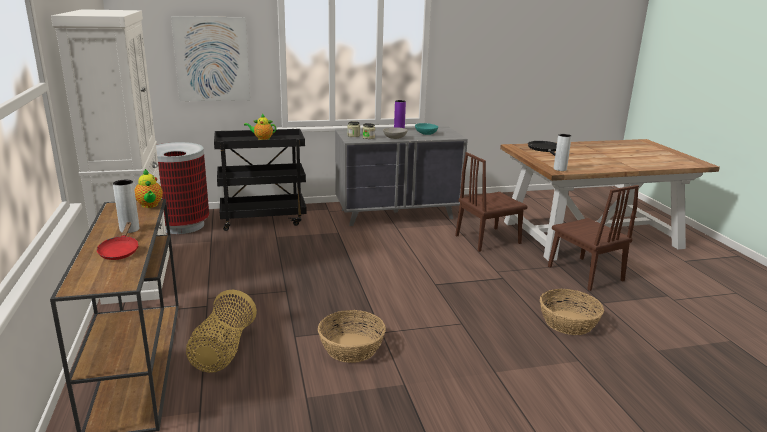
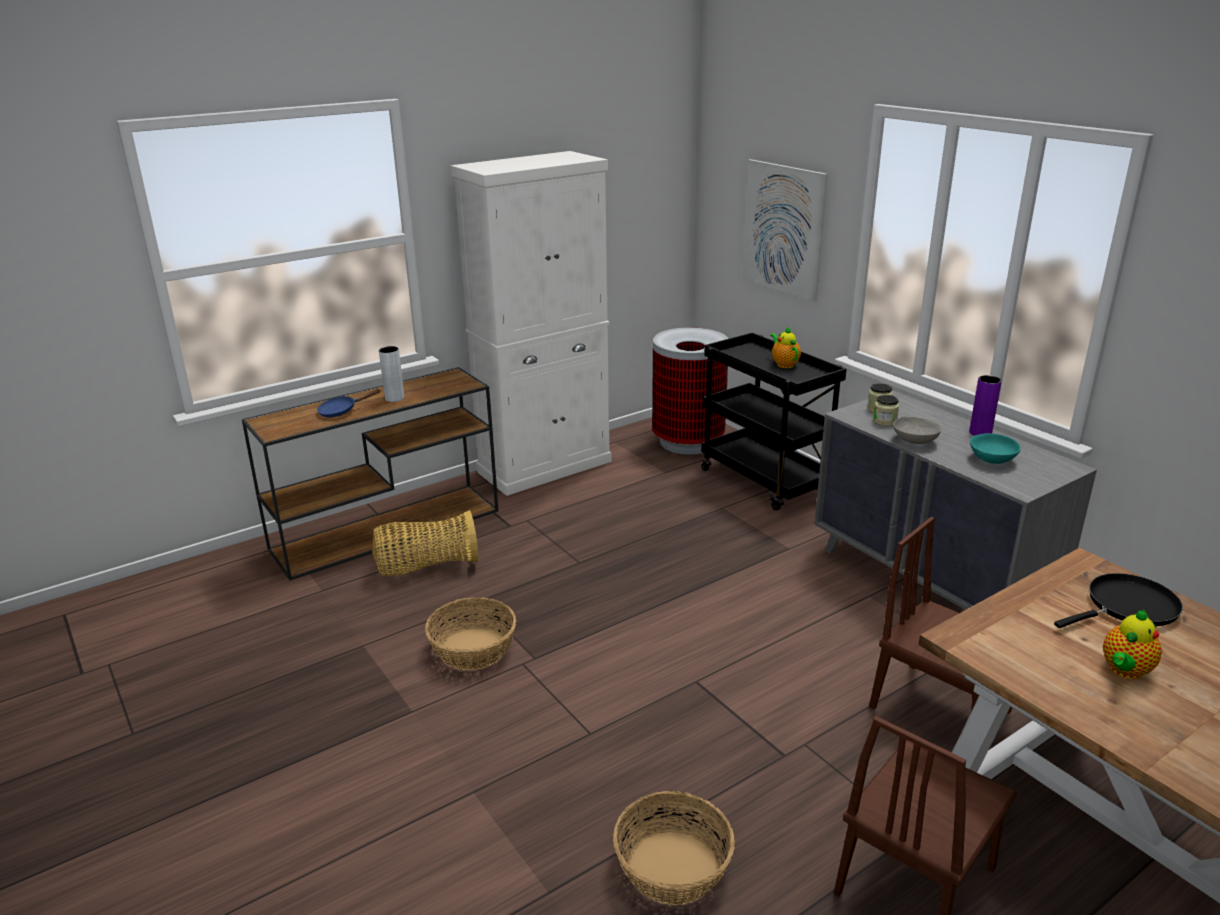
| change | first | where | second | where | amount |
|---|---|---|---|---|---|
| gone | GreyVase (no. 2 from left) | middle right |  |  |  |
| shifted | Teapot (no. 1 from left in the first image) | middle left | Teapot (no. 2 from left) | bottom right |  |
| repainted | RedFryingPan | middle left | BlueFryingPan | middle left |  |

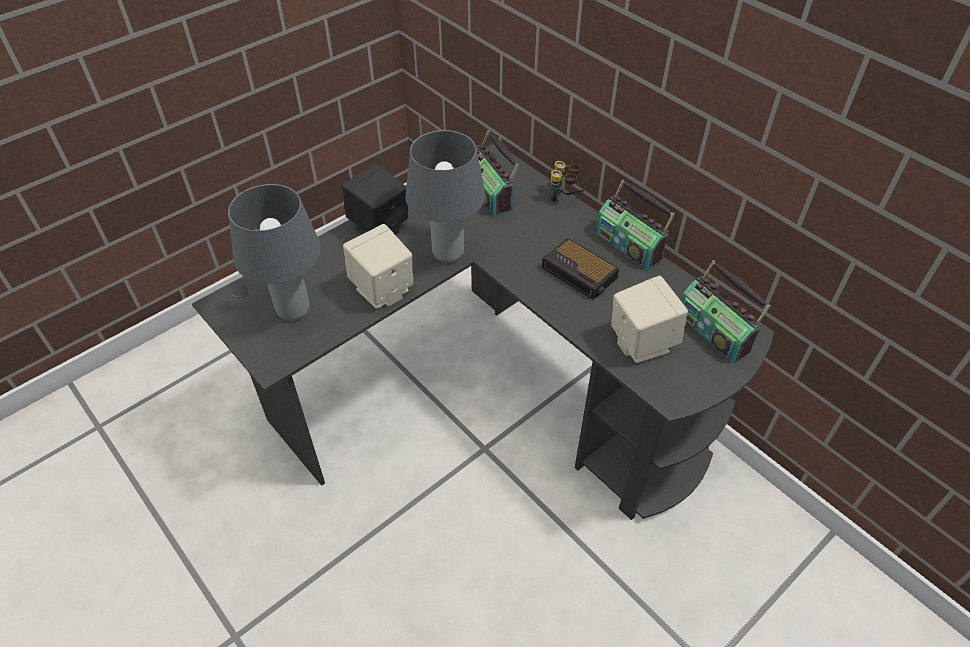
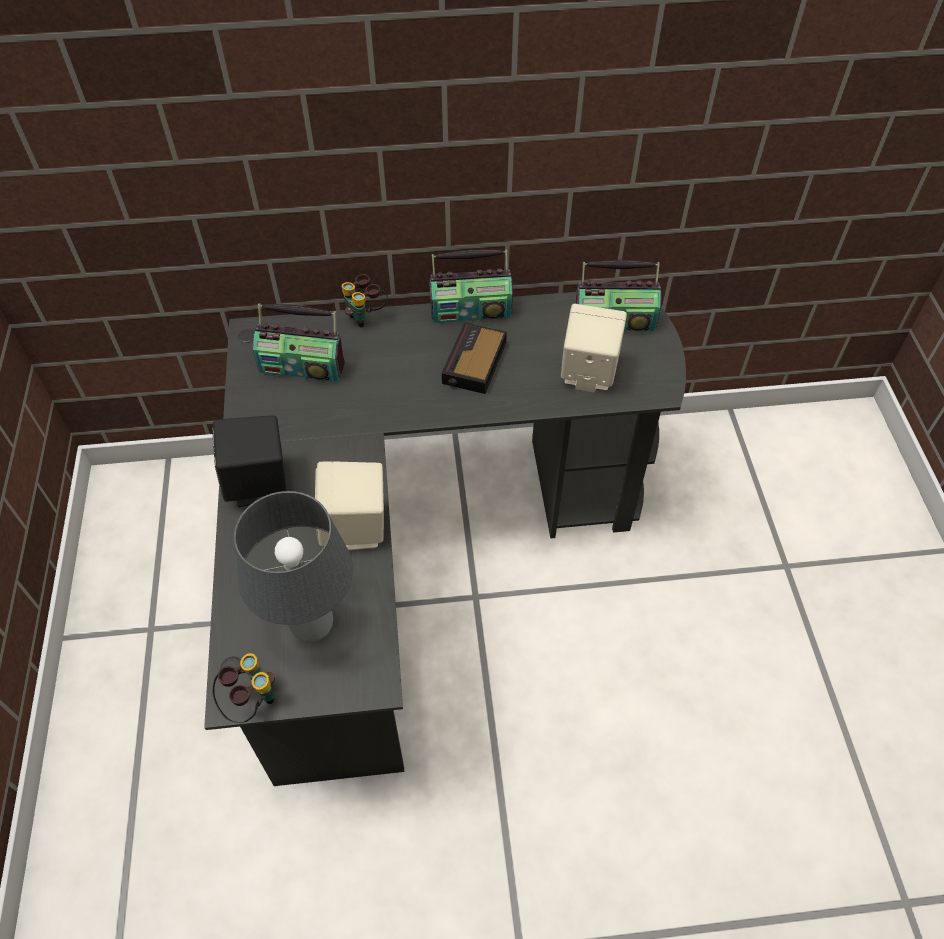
| change | first | where | second | where | amount |
|---|---|---|---|---|---|
| gone | GreyTableLamp (no. 2 from left) | top centre |  |  |  |
| rotated | AlarmClock | centre |  | centre | 120 degrees clockwise |
| new |  |  | Binoculars (no. 1 from left) | bottom left |  |

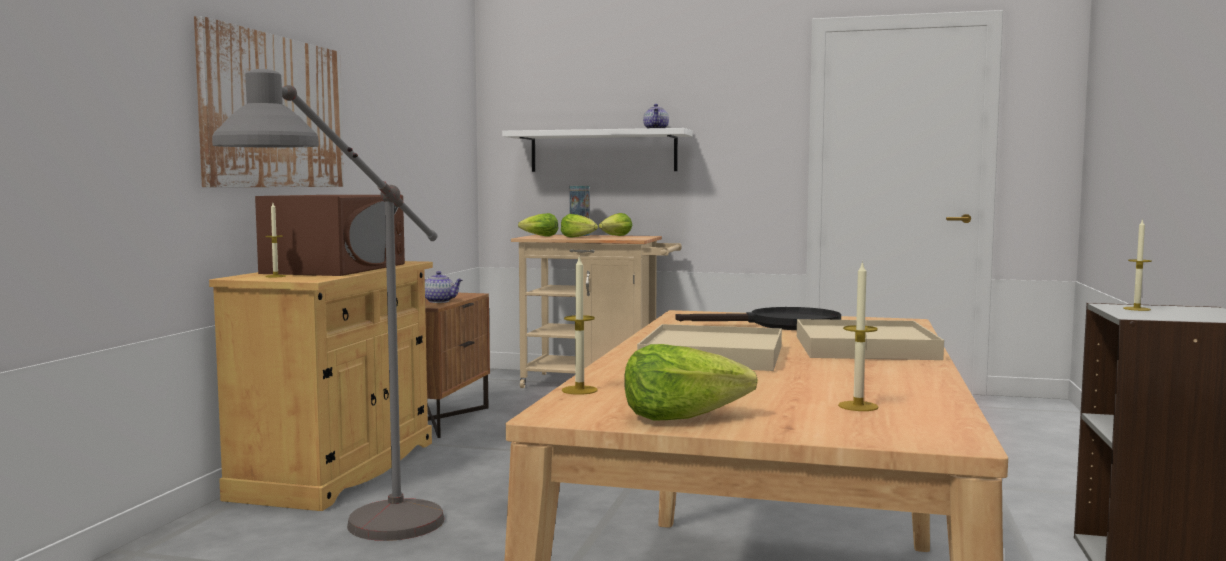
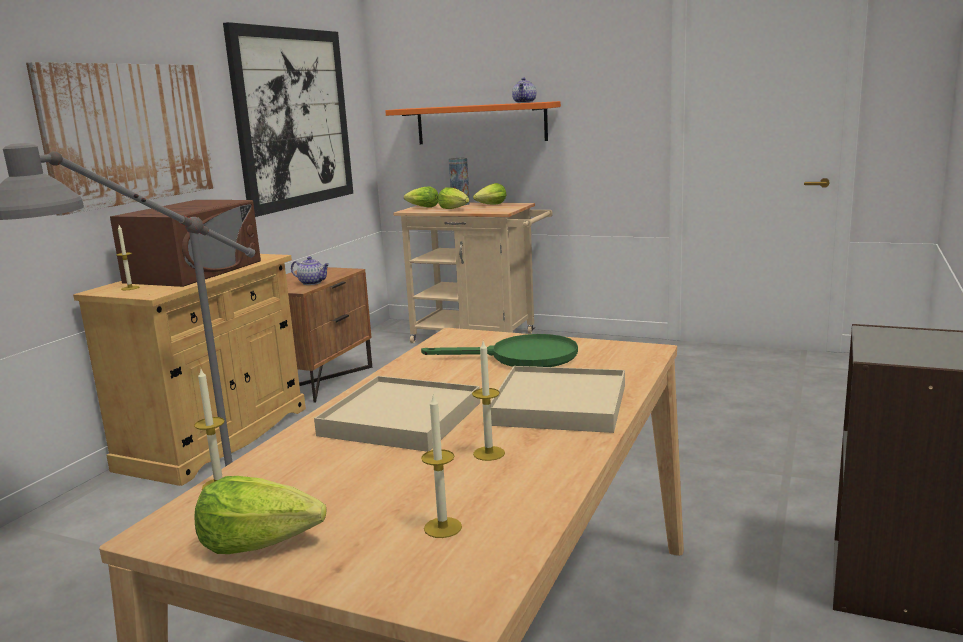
| change | first | where | second | where | amount |
|---|---|---|---|---|---|
| repainted | WhiteShelf | top centre | OrangeShelf | top centre |  |
| shifted | Candle (no. 4 from left) | middle right |  | centre |  |
| repainted | BlackFryingPan | centre | GreenFryingPan | centre |  |
| new |  |  | Picture (no. 2 from left) | top left |  |

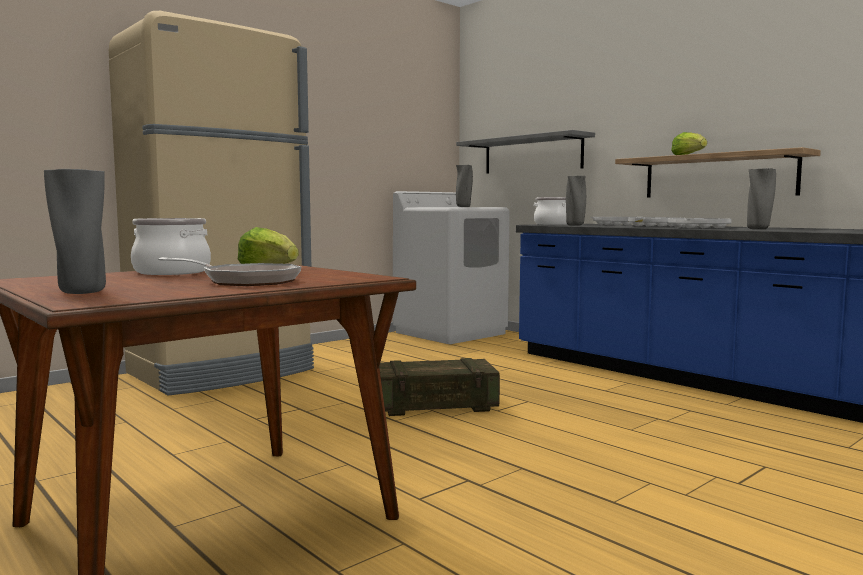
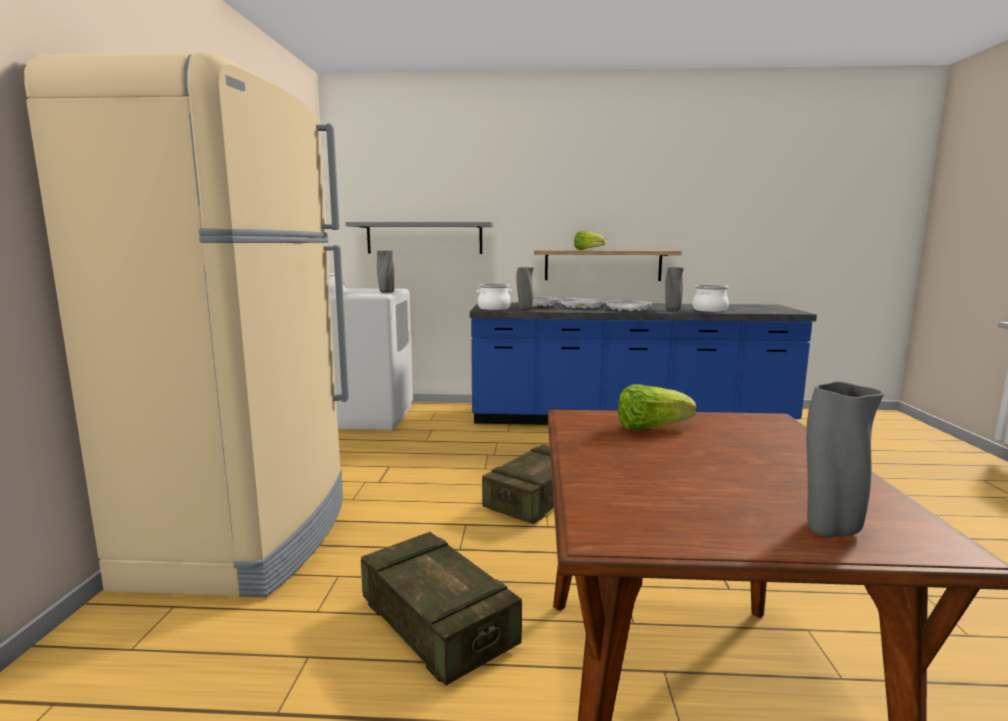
| change | first | where | second | where | amount |
|---|---|---|---|---|---|
| shifted | CookingPot (no. 1 from left in the first image) | middle left | CookingPot (no. 2 from left) | middle right |  |
| gone | FryingPan | middle left |  |  |  |
| new |  |  | Crate (no. 1 from left) | bottom centre |  |

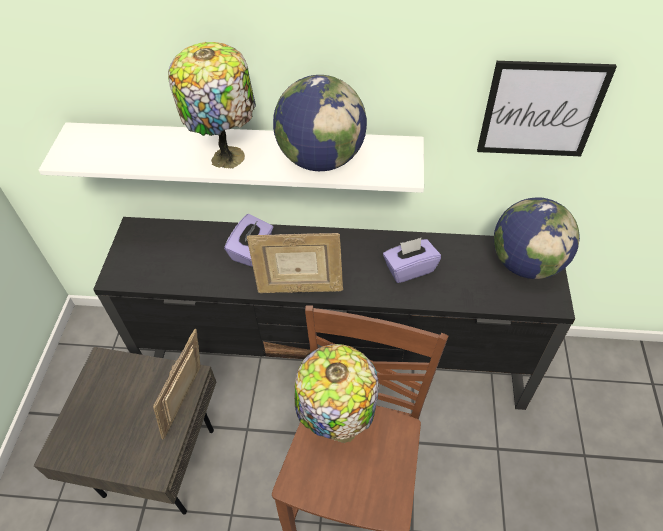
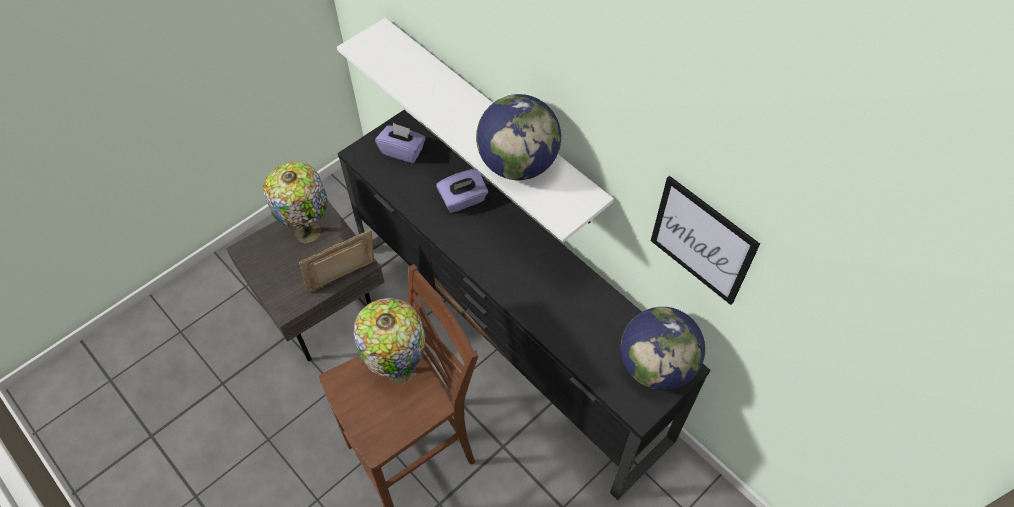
| change | first | where | second | where | amount |
|---|---|---|---|---|---|
| shifted | TableLamp (no. 1 from left) | top left |  | middle left |  |
| gone | PictureFrame (no. 2 from left) | centre |  |  |  |
| shifted | PurpleTissueBox (no. 2 from left in the first image) | centre | PurpleTissueBox (no. 1 from left) | top centre |  |

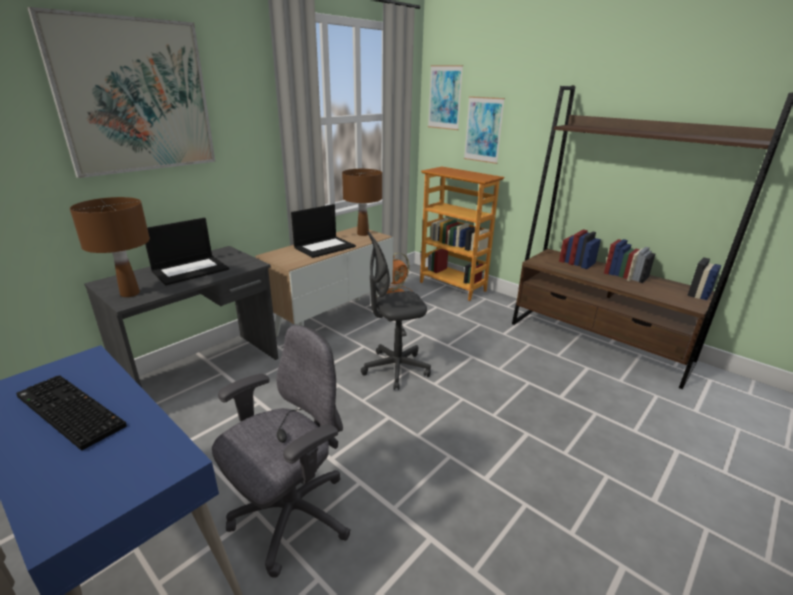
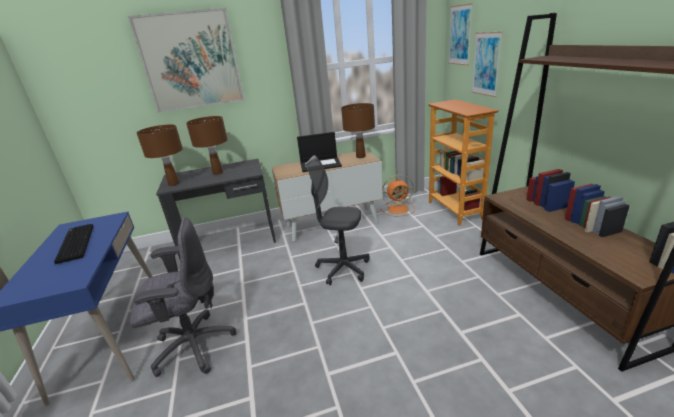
| change | first | where | second | where | amount |
|---|---|---|---|---|---|
| swapped | Laptop (no. 1 from left) | middle left | BrownTableLamp (no. 2 from left) | middle left |  |

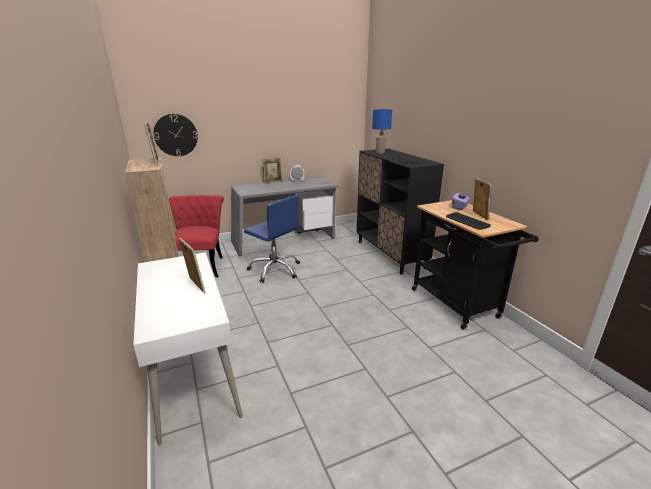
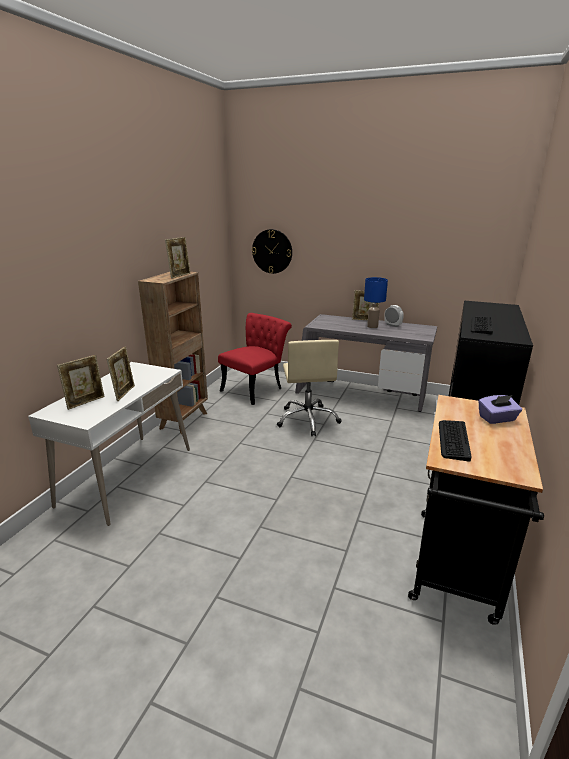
| change | first | where | second | where | amount |
|---|---|---|---|---|---|
| shifted | BlueTableLamp | top centre |  | centre |  |
| shifted | PictureFrame (no. 4 from left in the first image) | middle right | PictureFrame (no. 1 from left) | middle left |  |
| repainted | BlueOfficeChair | centre | BeigeOfficeChair | centre |  |

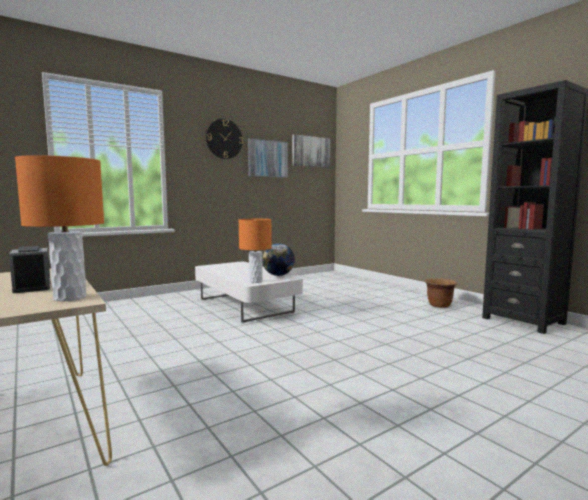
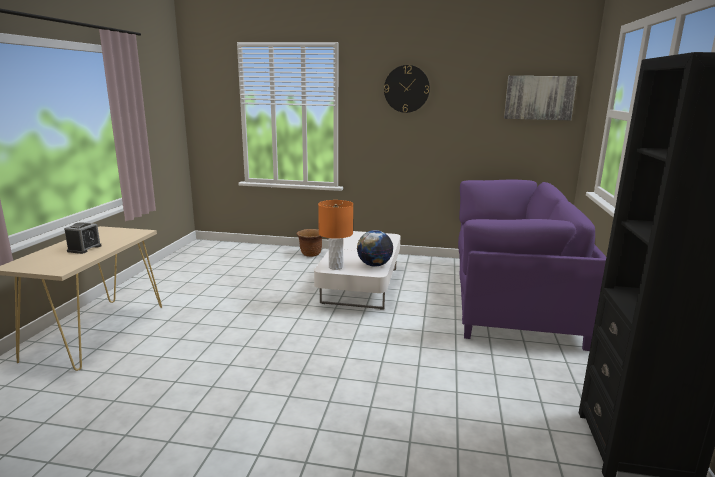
| change | first | where | second | where | amount |
|---|---|---|---|---|---|
| gone | Picture (no. 1 from left) | top centre |  |  |  |
| gone | OrangeTableLamp (no. 1 from left) | middle left |  |  |  |
| shifted | BrownPlanter | middle right |  | centre |  |
| new |  |  | PurpleSofa | middle right |  |

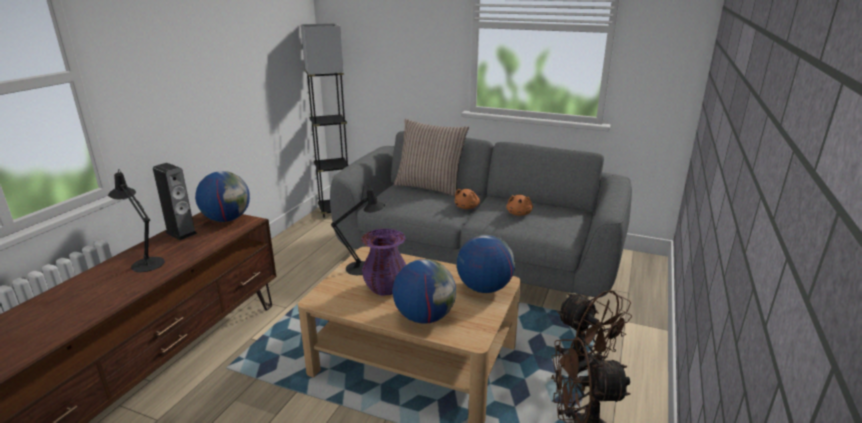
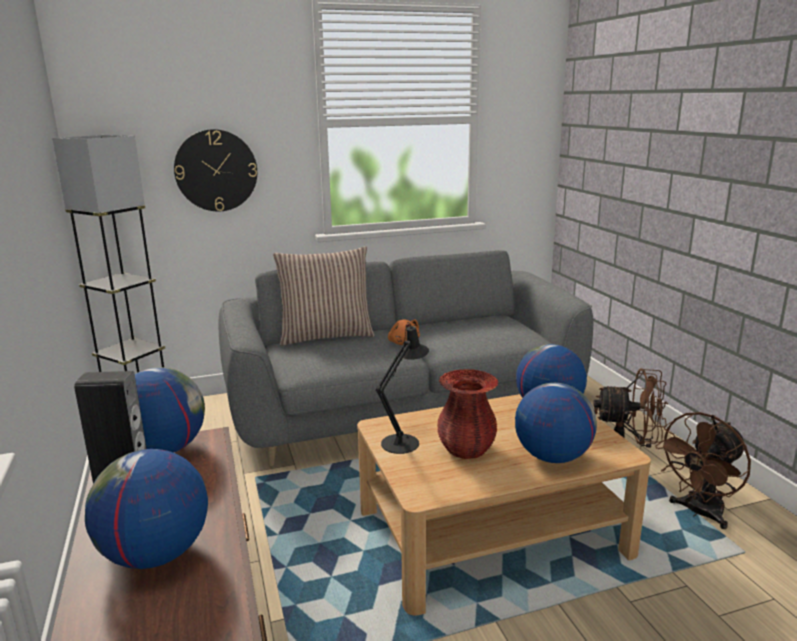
| change | first | where | second | where | amount |
|---|---|---|---|---|---|
| swapped | BlackTableLamp (no. 1 from left) | middle left | Globe (no. 1 from left) | bottom left |  |
| gone | OrangePlushToy (no. 2 from left) | centre |  |  |  |
| repainted | PurpleVase | centre | RedVase | centre |  |
| new |  |  | WallClock | top left |  |

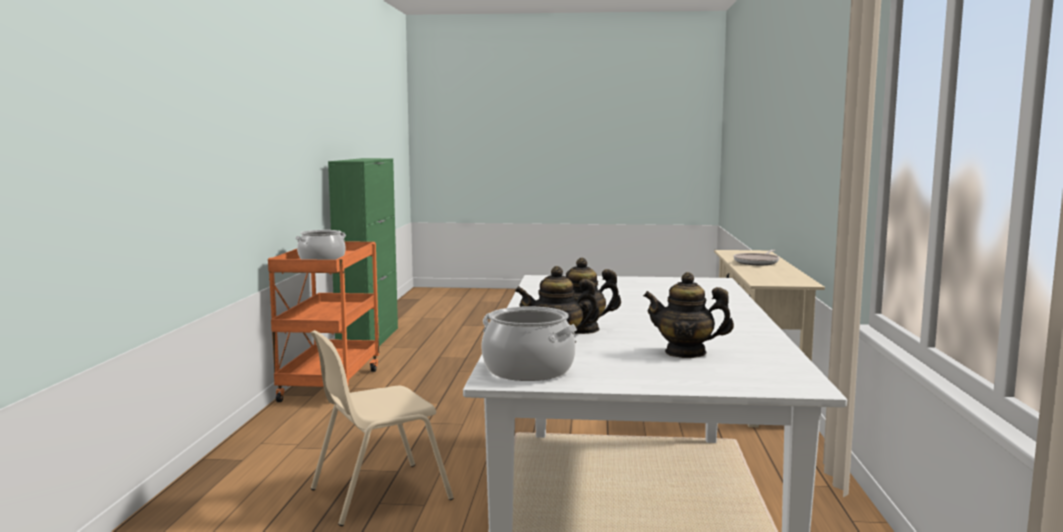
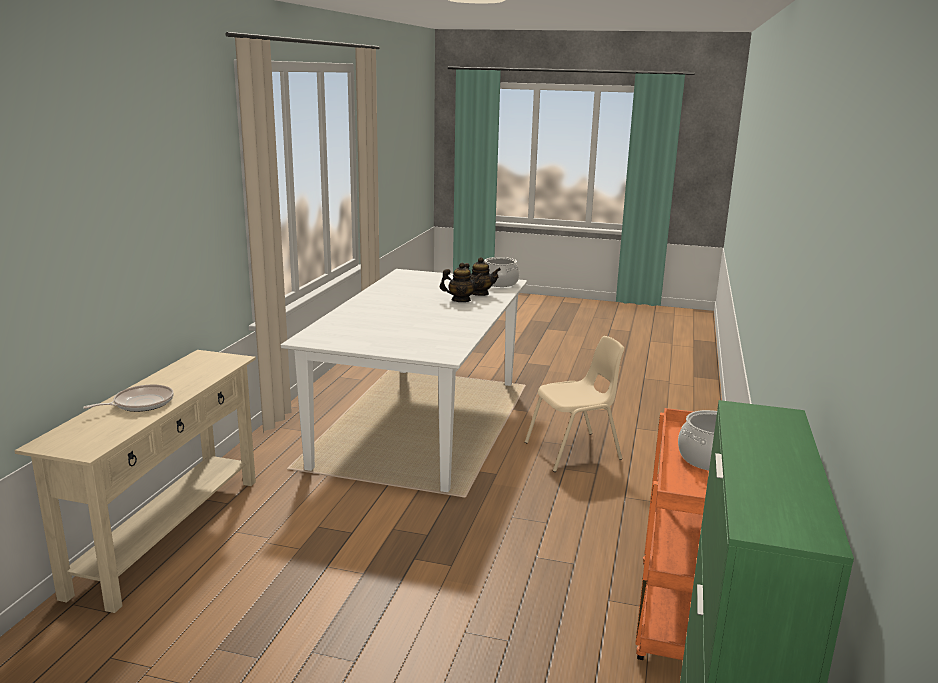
| change | first | where | second | where | amount |
|---|---|---|---|---|---|
| gone | Teapot (no. 3 from left) | centre |  |  |  |

